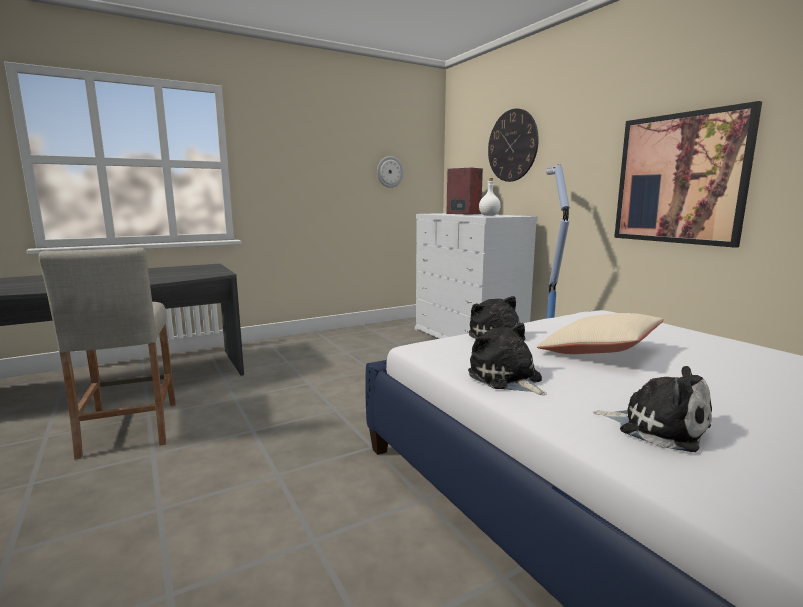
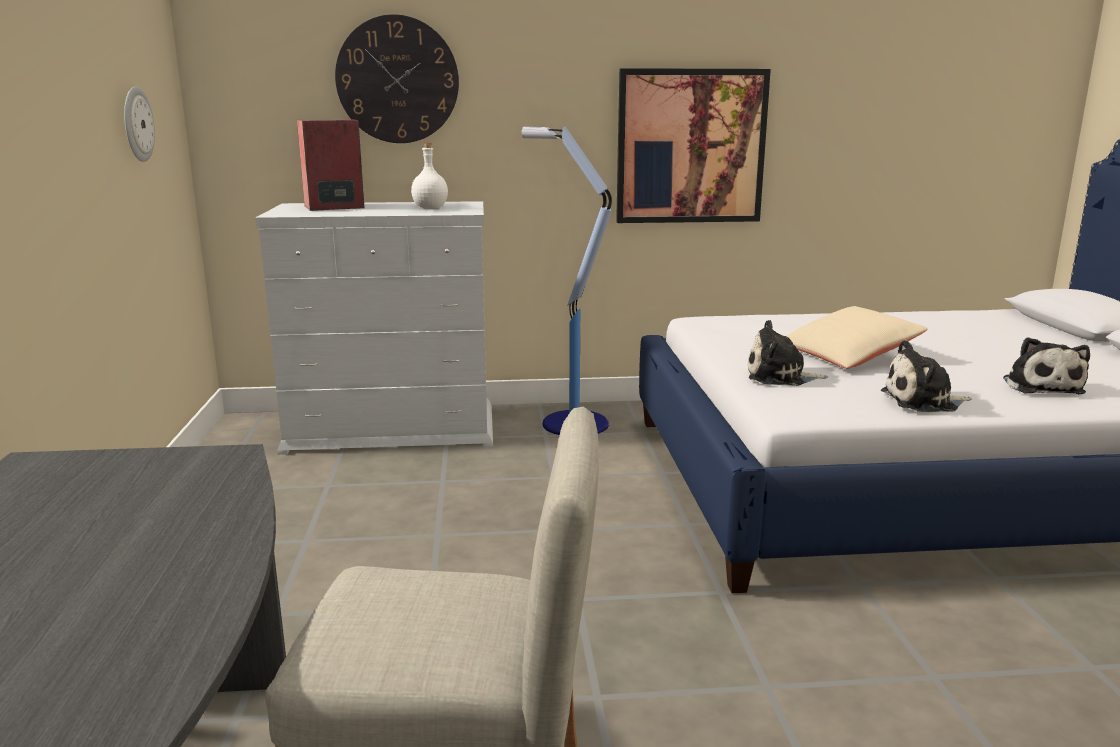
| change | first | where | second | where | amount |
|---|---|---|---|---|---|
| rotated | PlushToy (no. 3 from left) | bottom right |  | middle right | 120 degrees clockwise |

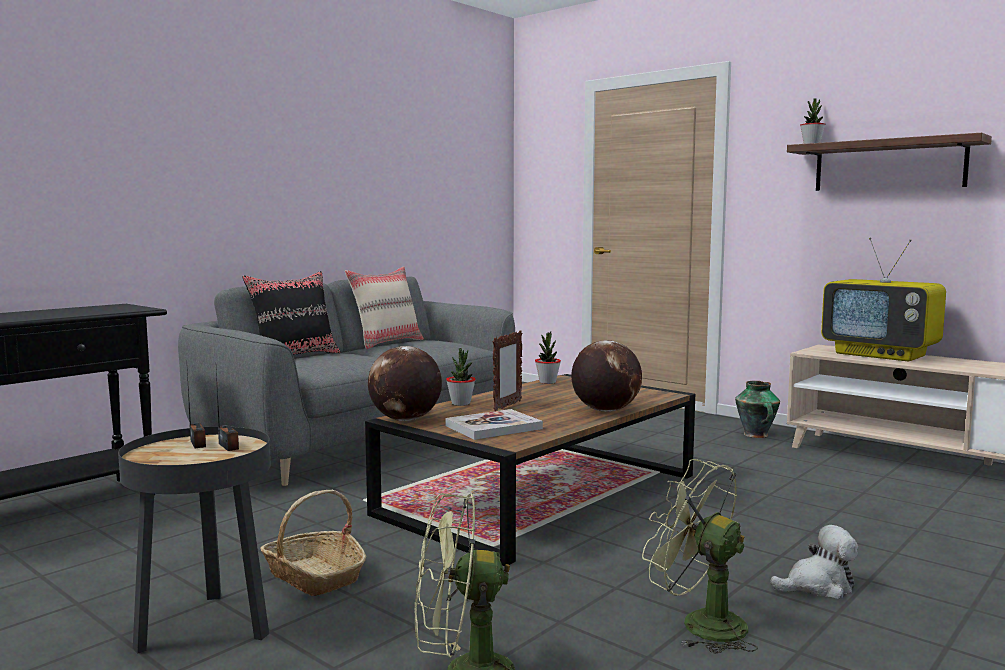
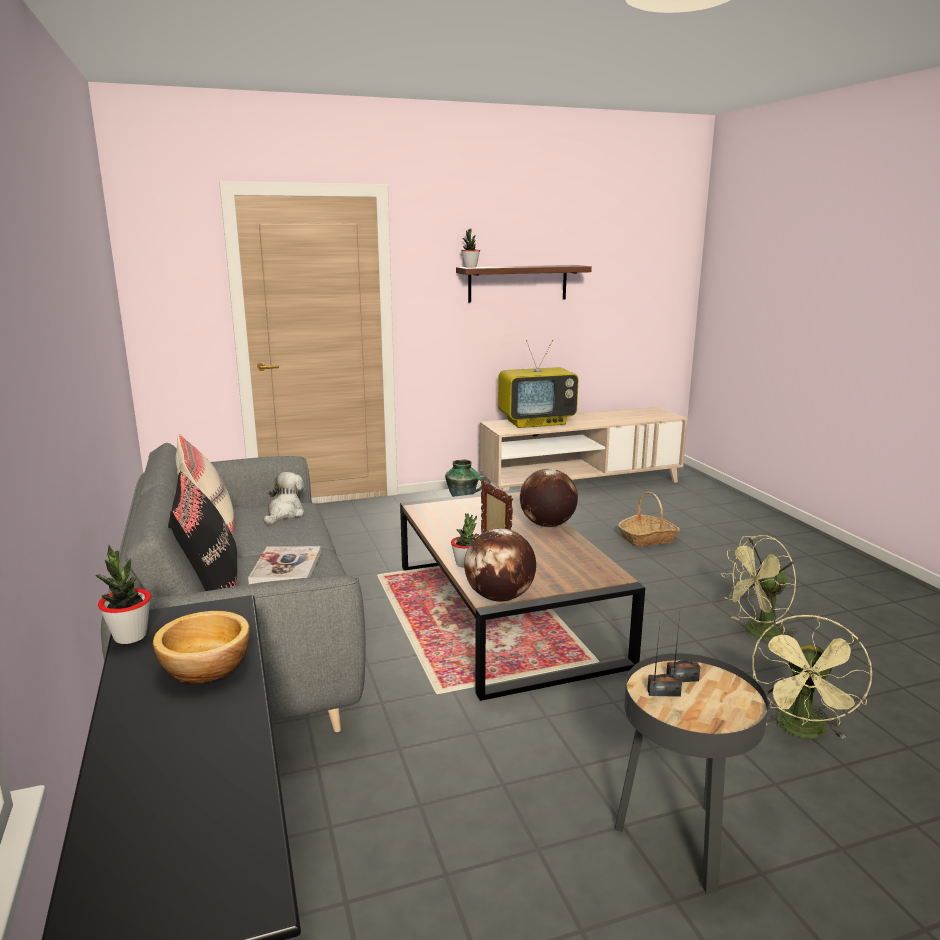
| change | first | where | second | where | amount |
|---|---|---|---|---|---|
| shifted | PottedPlant (no. 2 from left in the first image) | centre | PottedPlant (no. 1 from left) | middle left |  |
| shifted | Book | centre |  | middle left |  |
| shifted | Basket | bottom left |  | middle right |  |
| shifted | PlushToy | bottom right |  | middle left |  |
| new |  |  | Bowl | bottom left |  |

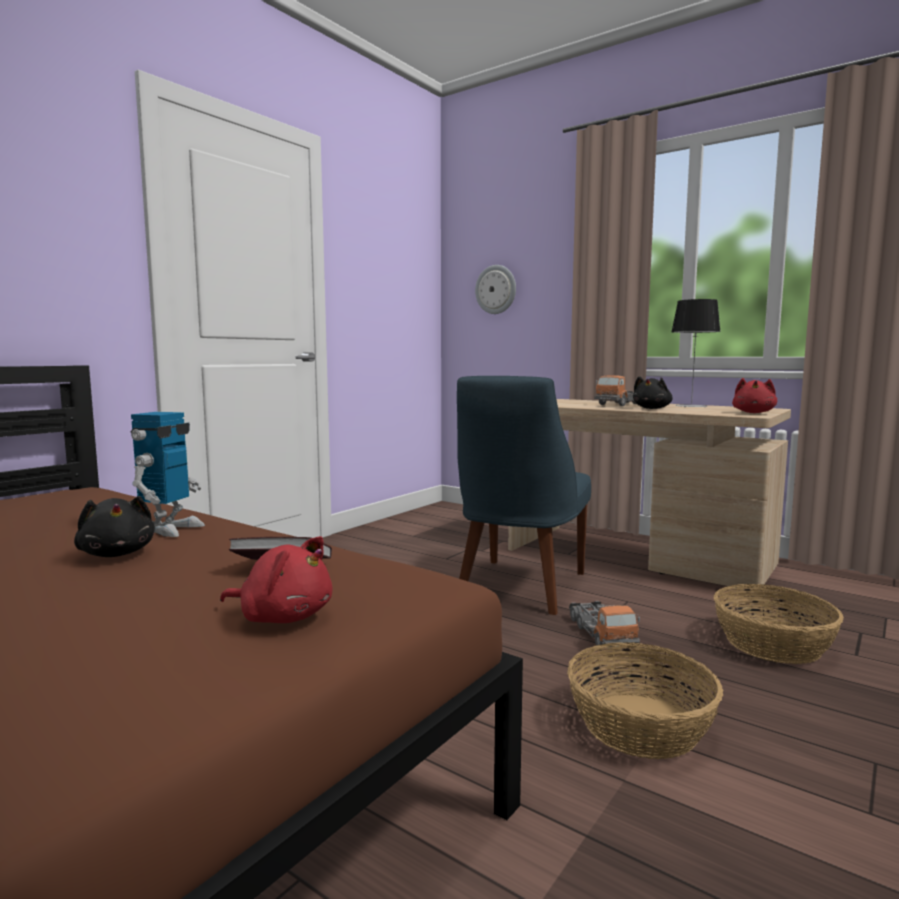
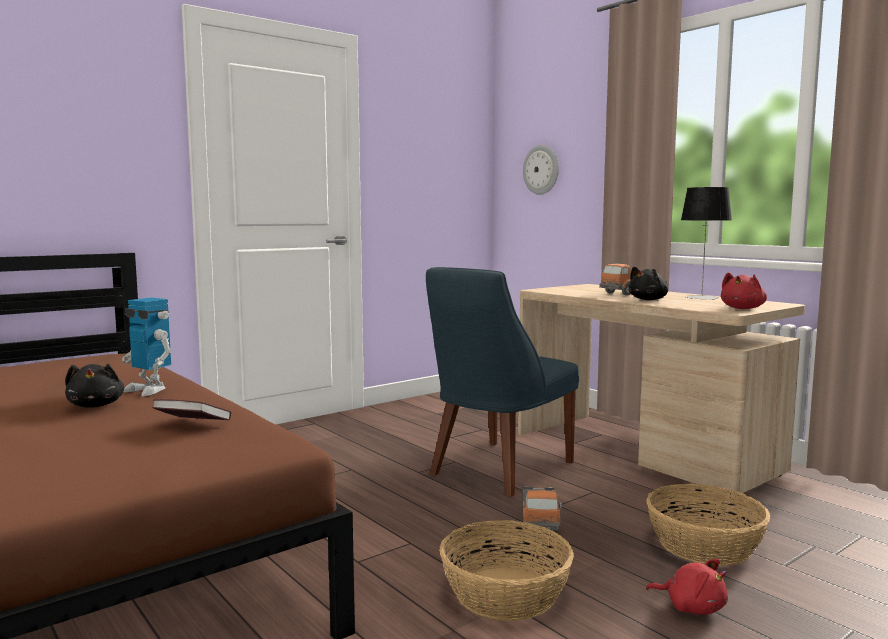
| change | first | where | second | where | amount |
|---|---|---|---|---|---|
| rotated | ToyRobot | middle left |  | middle left | 90 degrees clockwise |
| shifted | RedPlushToy (no. 1 from left) | middle left |  | bottom right |  |

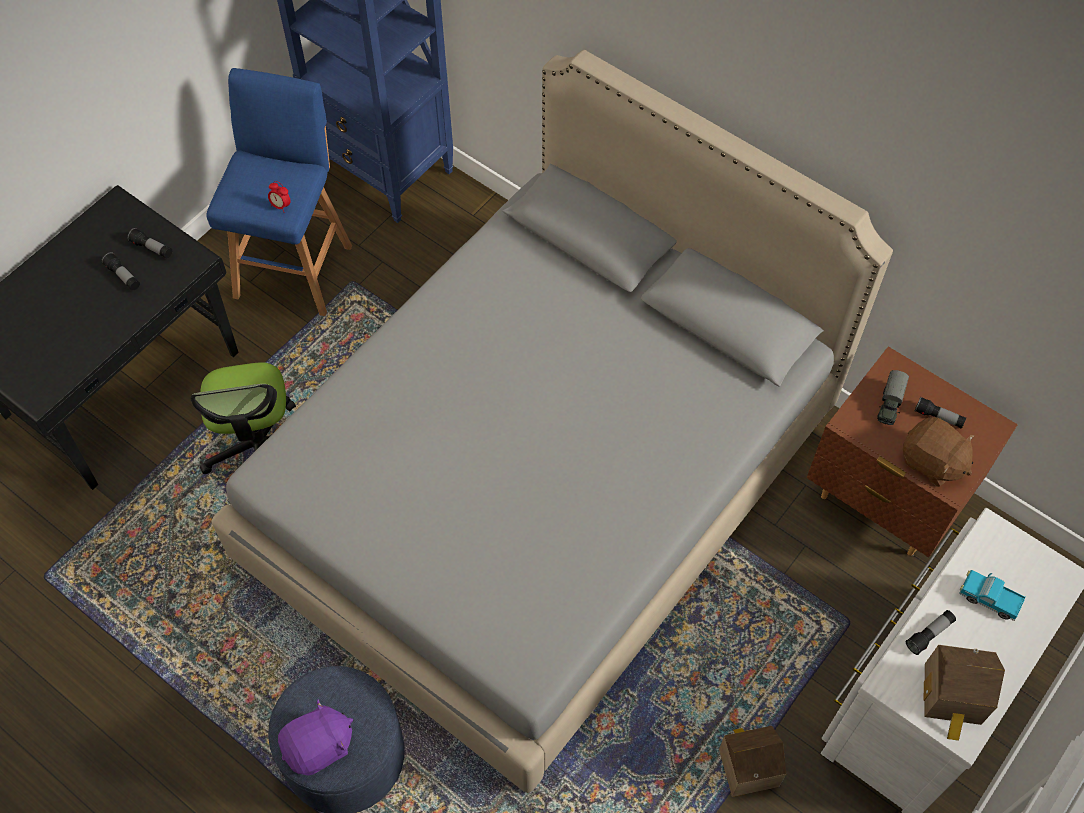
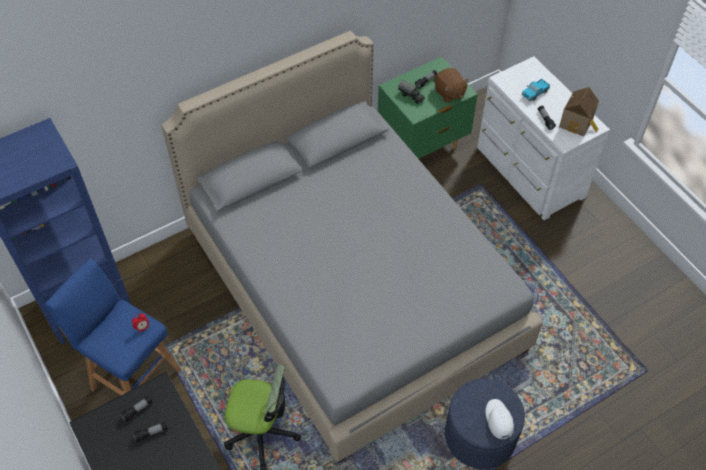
| change | first | where | second | where | amount |
|---|---|---|---|---|---|
| repainted | BrownNightstand | middle right | GreenNightstand | top centre |  |
| rotated | BrownPlushToy | middle right |  | top centre | 90 degrees clockwise |
| swapped | PurplePlushToy | bottom left | WhiteCap | bottom right |  |
| gone | ToyHouse (no. 1 from left) | bottom right |  |  |  |

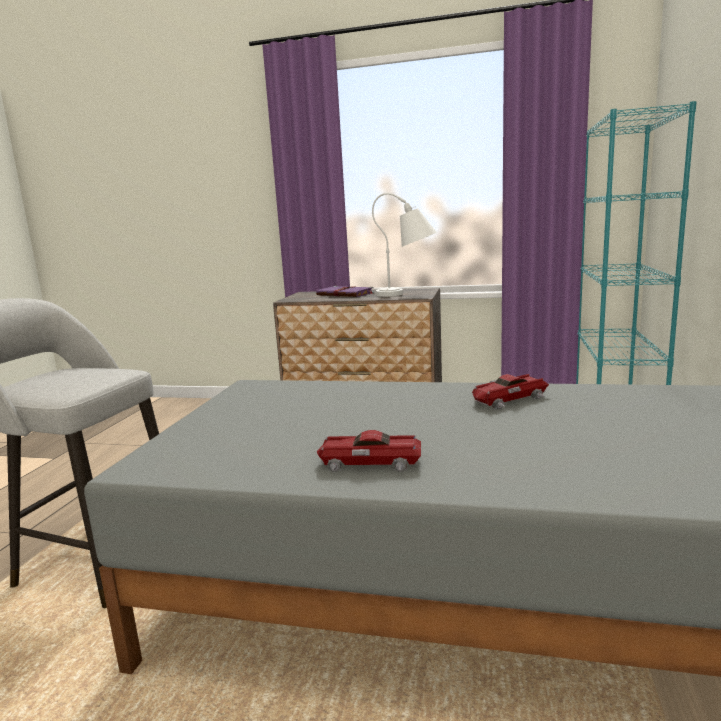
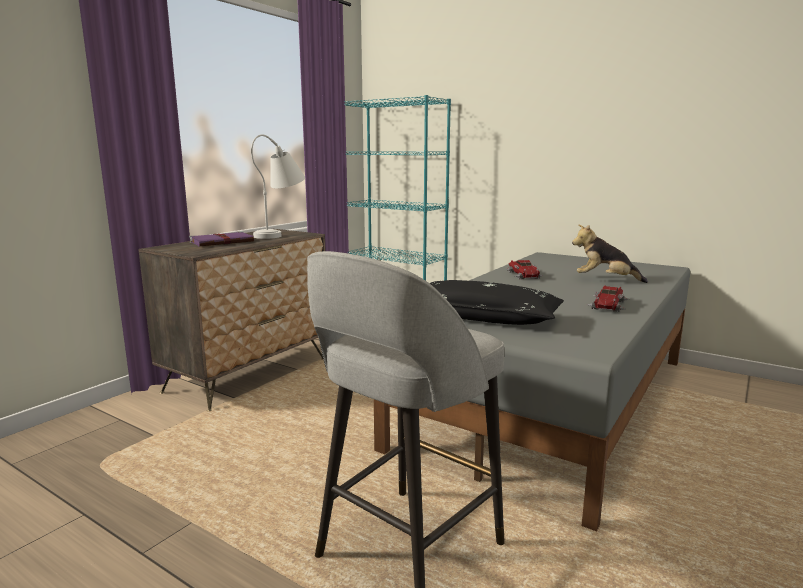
| change | first | where | second | where | amount |
|---|---|---|---|---|---|
| new |  |  | PlushToy | middle right |  |
| new |  |  | BlackPillow | centre |  |

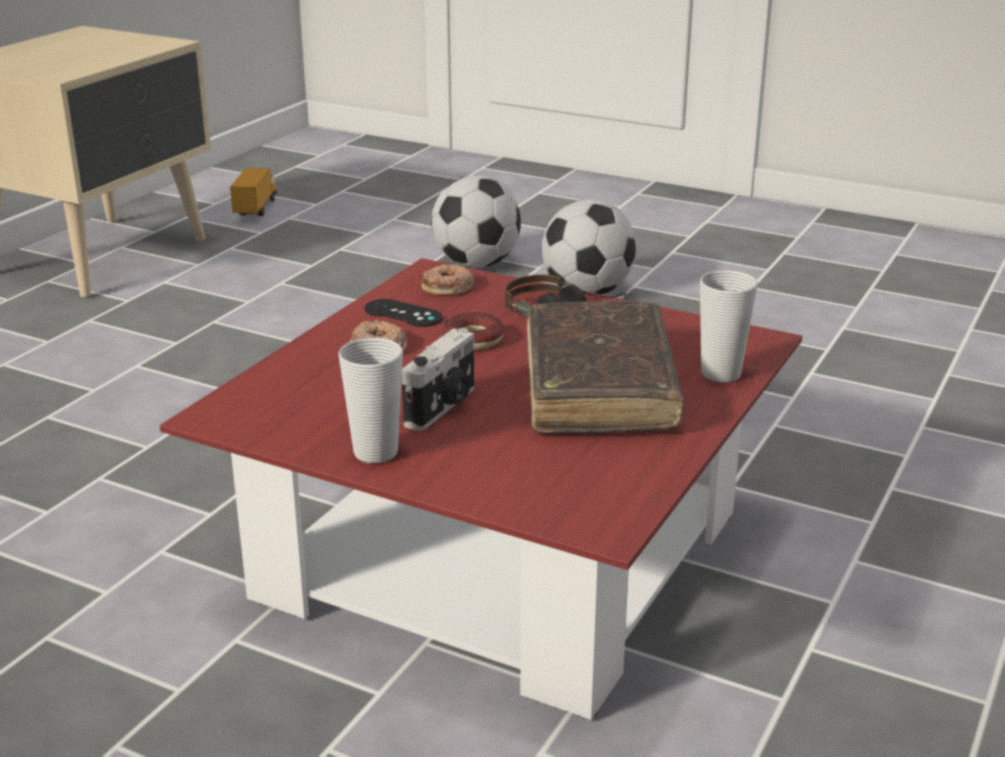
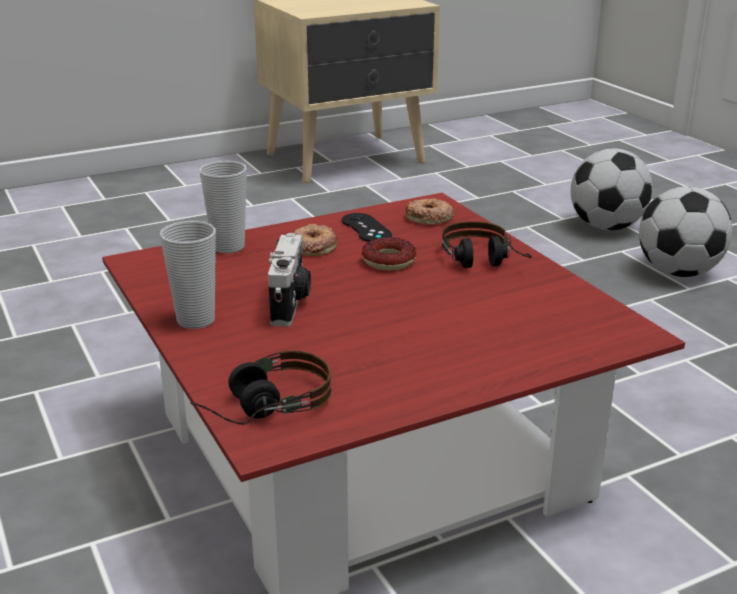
| change | first | where | second | where | amount |
|---|---|---|---|---|---|
| gone | ToyTruck | top left |  |  |  |
| shifted | Cup (no. 2 from left) | middle right |  | middle left |  |
| gone | BrownBook | centre |  |  |  |
| rotated | PhotoCamera | centre |  | centre | 60 degrees counterclockwise |
| new |  |  | Headphones (no. 1 from left) | centre |  |

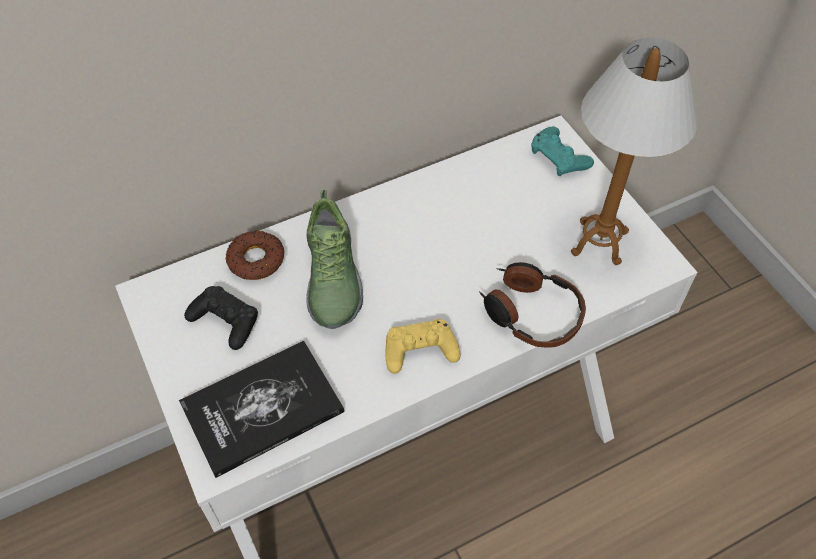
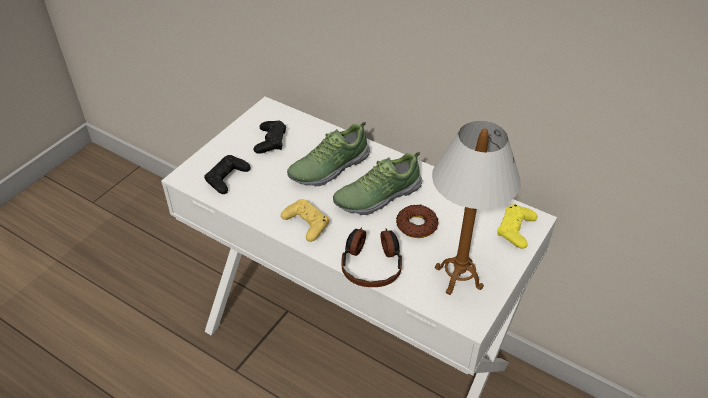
| change | first | where | second | where | amount |
|---|---|---|---|---|---|
| repainted | TurquoiseGameController | top right | YellowGameController (no. 2 from left) | middle right |  |
| shifted | Donut | middle left |  | centre |  |
| swapped | Book | bottom left | BlackGameController (no. 1 from left) | middle left |  |
| new |  |  | Shoe (no. 2 from left) | centre |  |

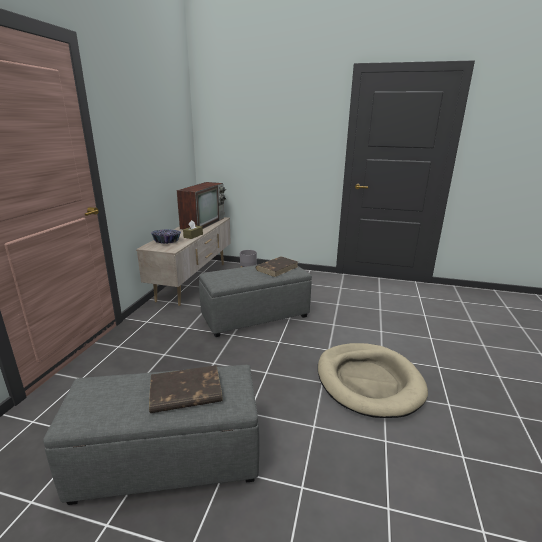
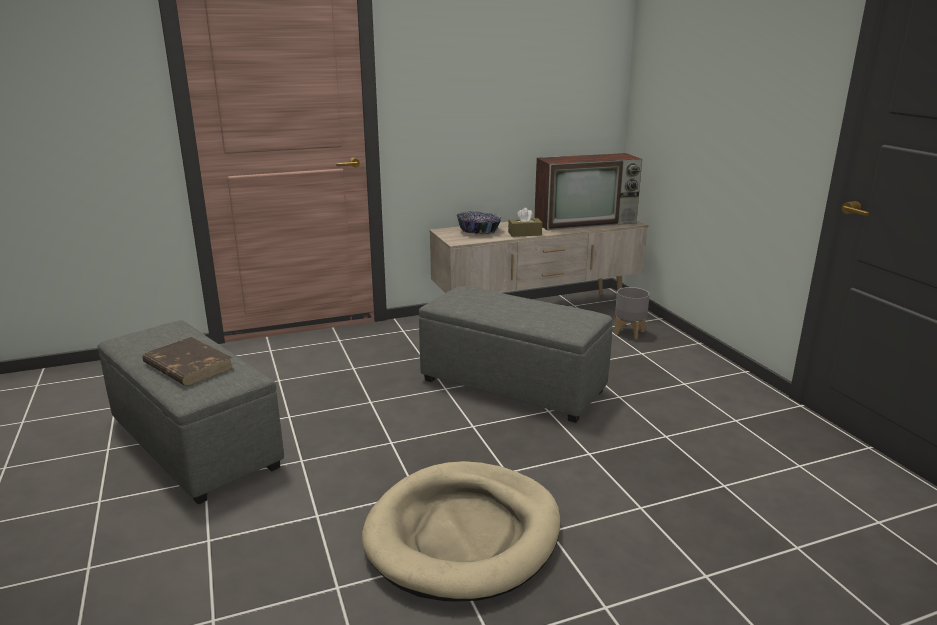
| change | first | where | second | where | amount |
|---|---|---|---|---|---|
| gone | BrownBook (no. 2 from left) | centre |  |  |  |

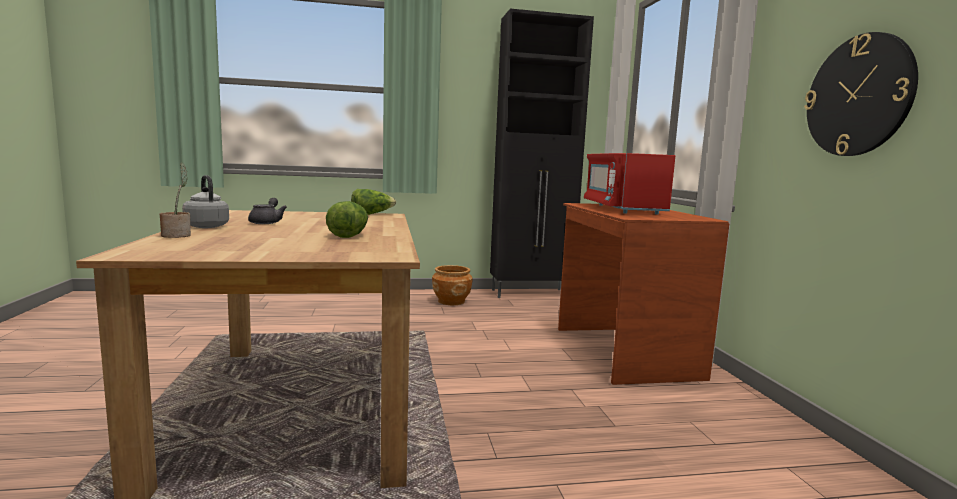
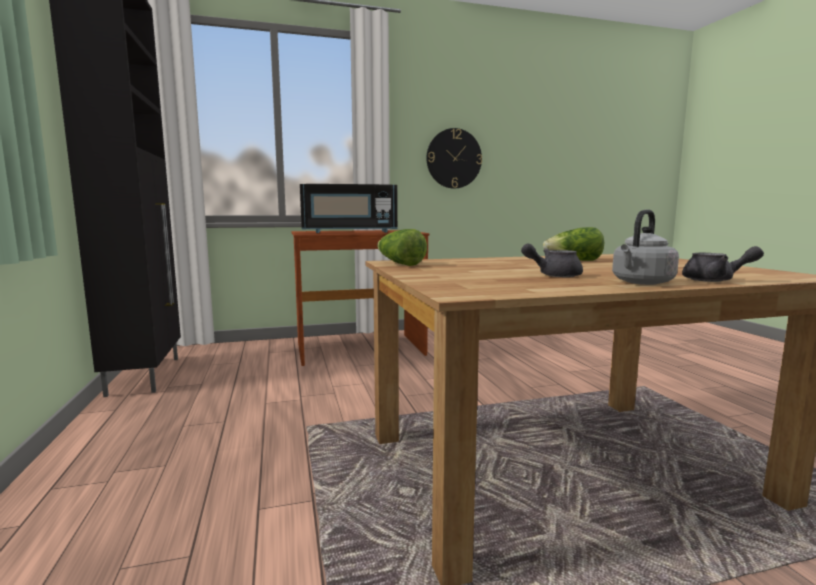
| change | first | where | second | where | amount |
|---|---|---|---|---|---|
| repainted | RedMicrowave | centre | BlackMicrowave | centre |  |
| swapped | PottedPlant | middle left | GreyTeapot (no. 2 from left) | middle right |  |
| gone | BrownPlanter | centre |  |  |  |

